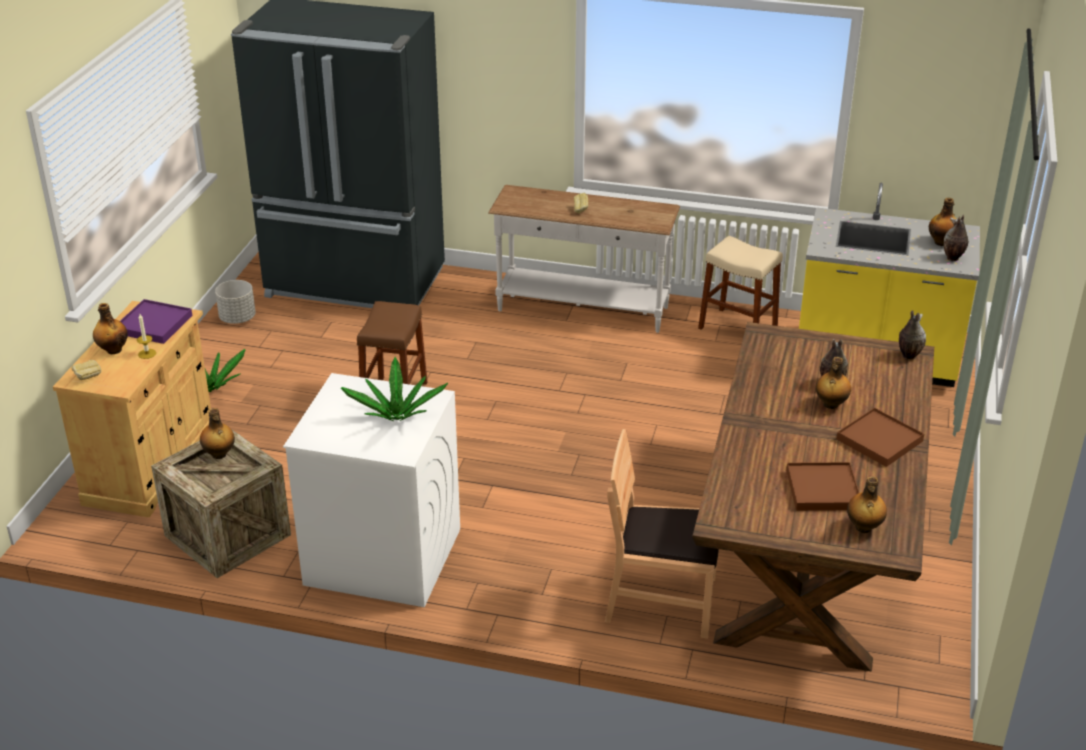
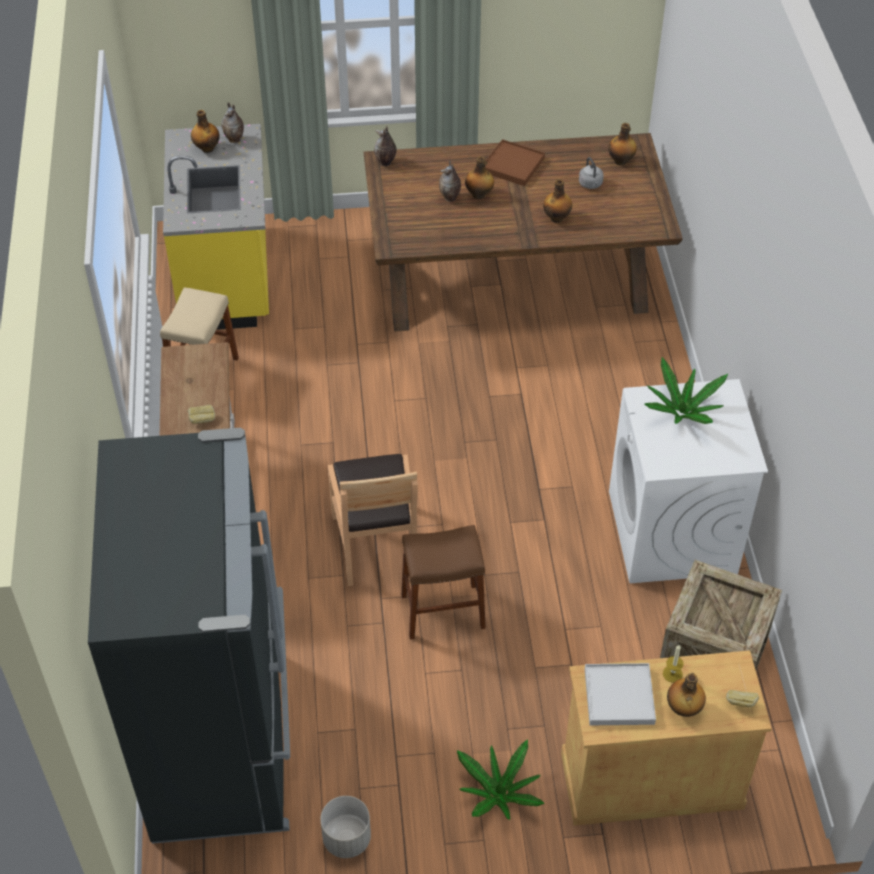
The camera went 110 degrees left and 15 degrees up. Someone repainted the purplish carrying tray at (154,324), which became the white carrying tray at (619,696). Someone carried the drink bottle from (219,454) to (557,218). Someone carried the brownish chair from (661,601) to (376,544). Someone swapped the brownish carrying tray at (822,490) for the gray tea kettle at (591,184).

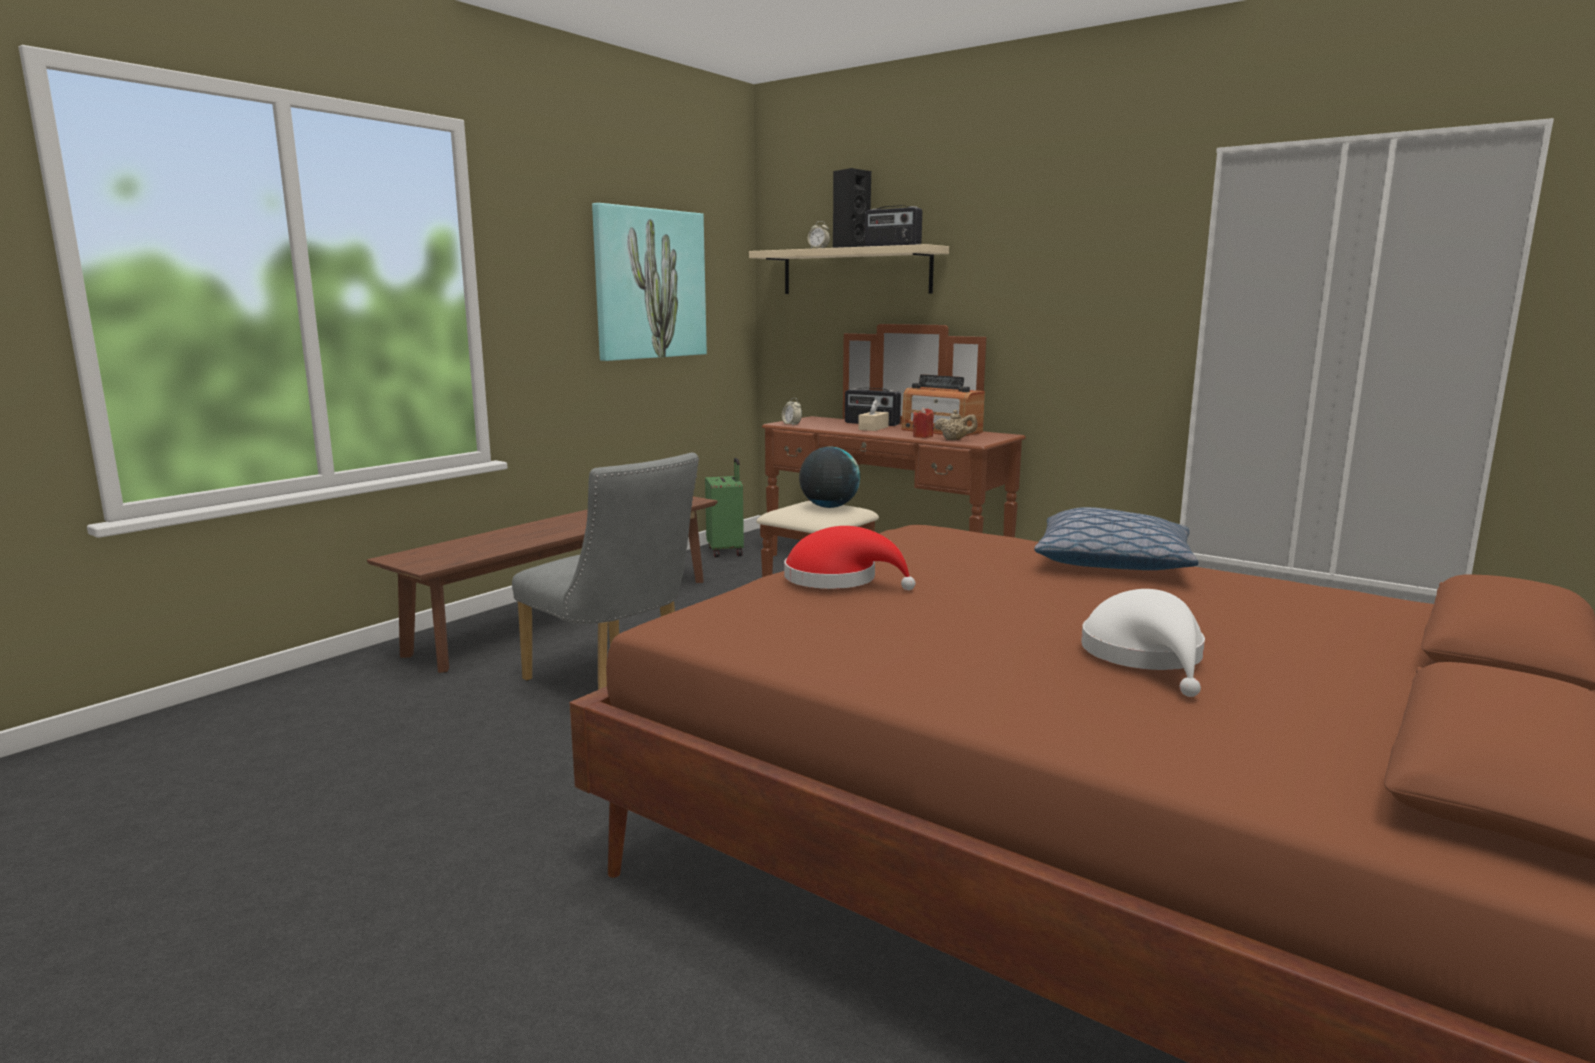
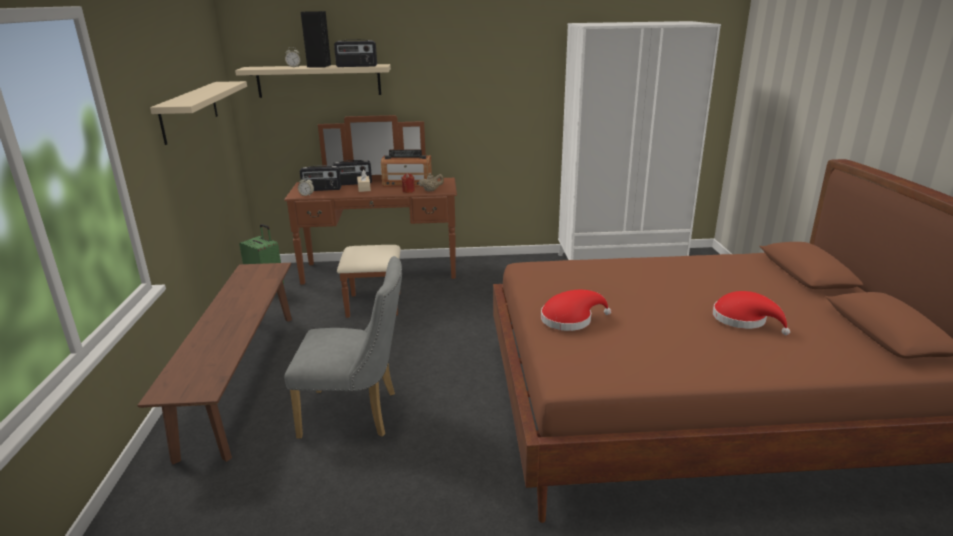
The camera went 40 degrees left and 10 degrees up. Someone swapped the picture at (649,284) for the beige bracket shelf at (190,111). Someone took away the desk globe at (829,507). Someone took away the throw pillow at (1113,562). Someone repainted the white clothing hat at (1146,657), which became the red clothing hat at (743,320). Someone put down the radio receiver at (322,189).

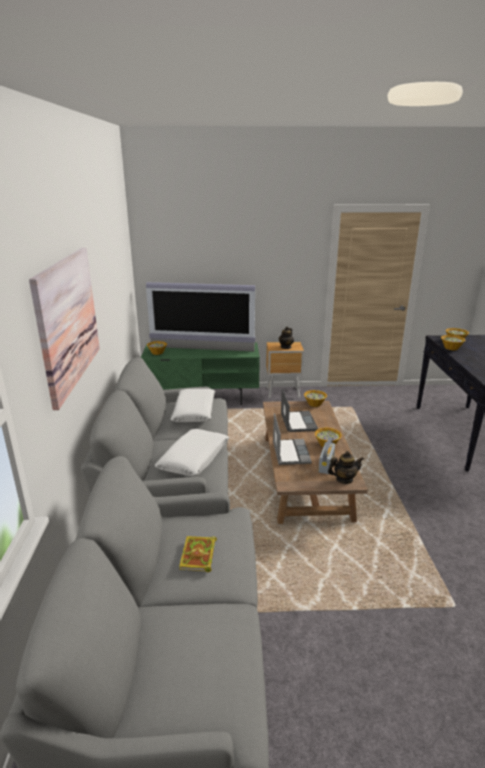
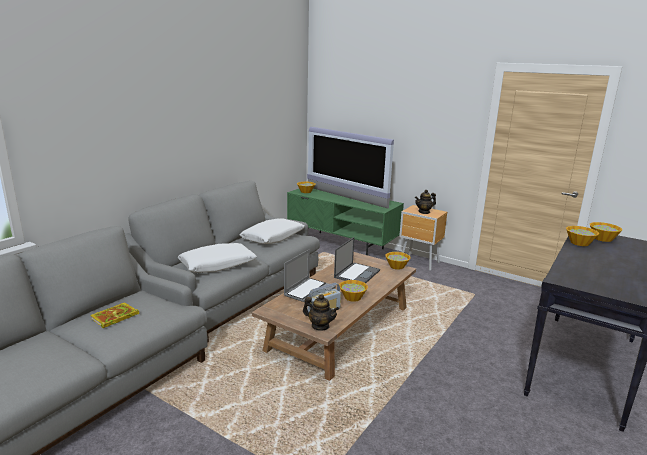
The camera went 35 degrees right and 5 degrees down. Someone took away the picture at (68,321).

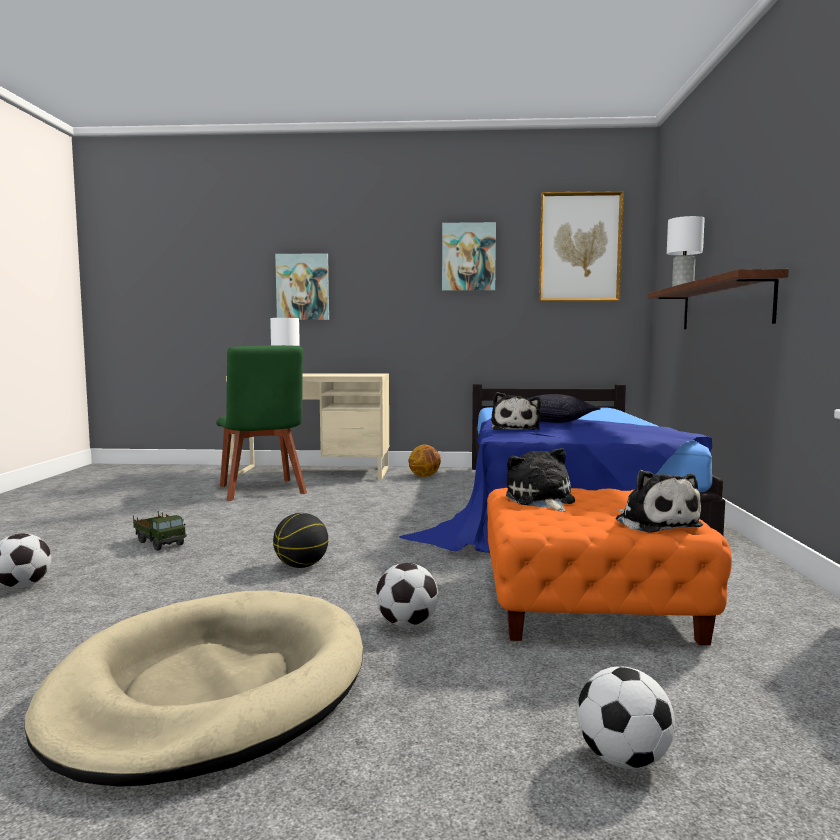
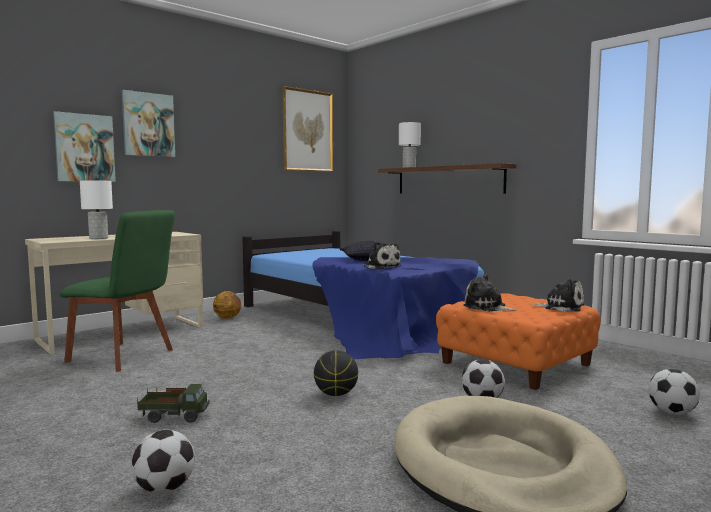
The camera went 45 degrees left and 0 degrees up. Someone carried the picture from (468,257) to (148,124).

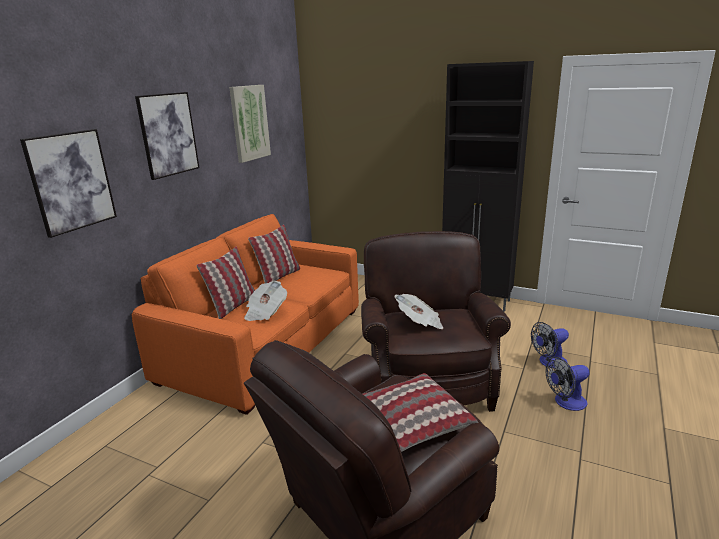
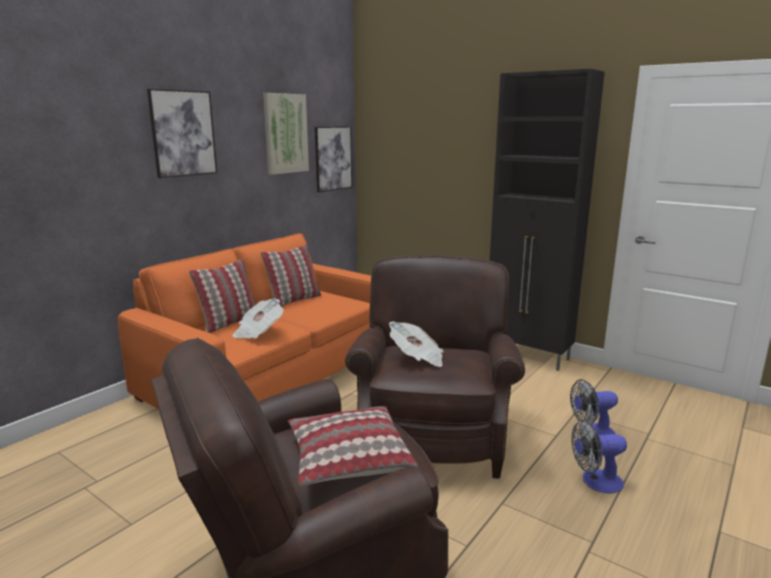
The camera went 10 degrees right and 5 degrees down. Someone carried the picture from (71,181) to (333,158).

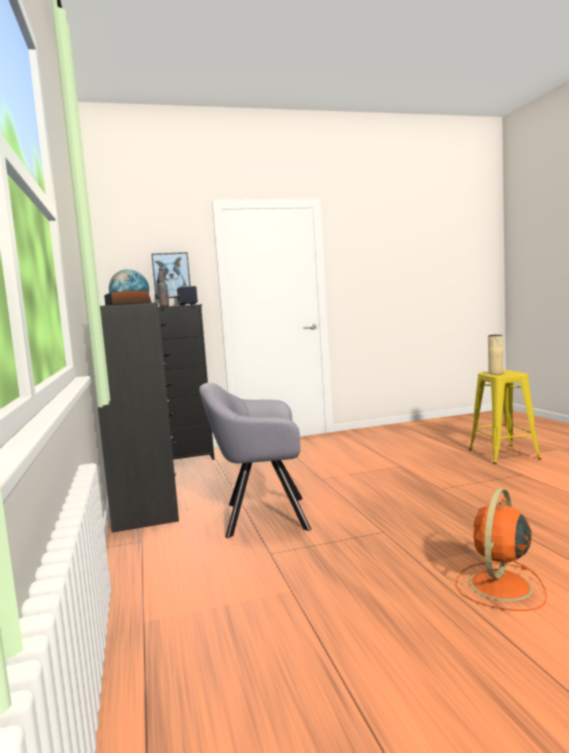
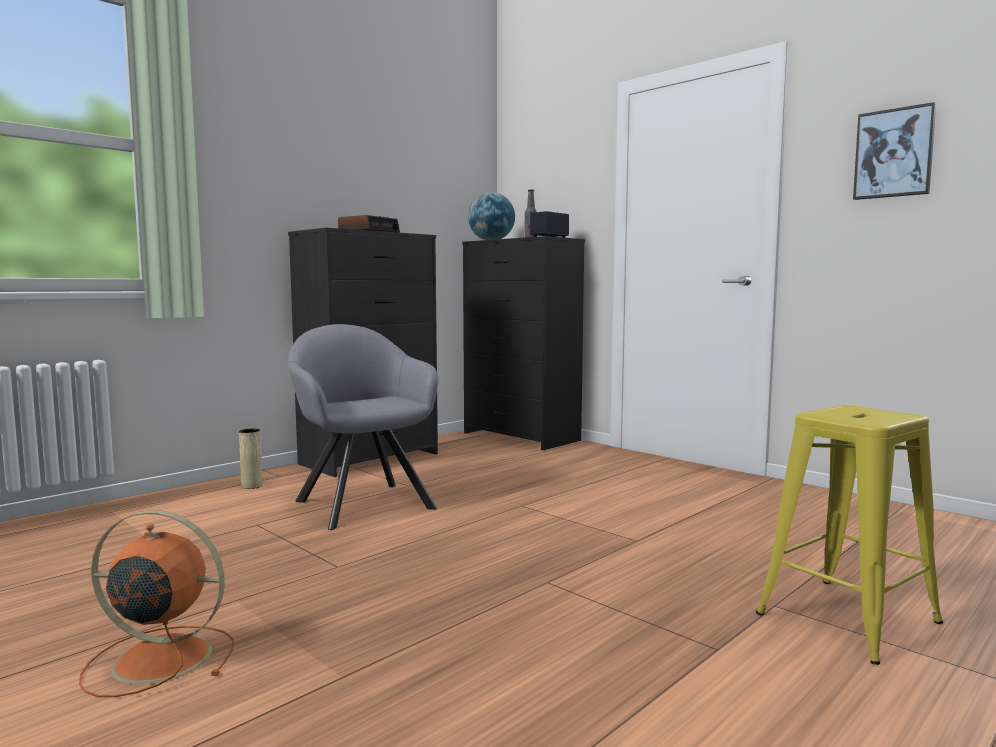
The camera went 60 degrees right and 0 degrees up. Someone carried the picture from (171,275) to (894,153). Someone carried the beige vase from (495,373) to (252,486).

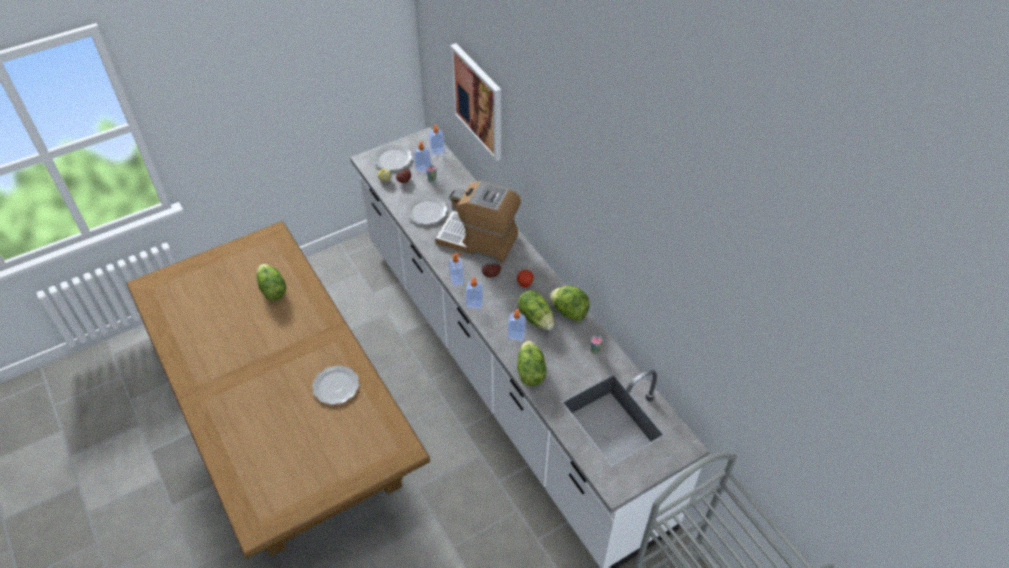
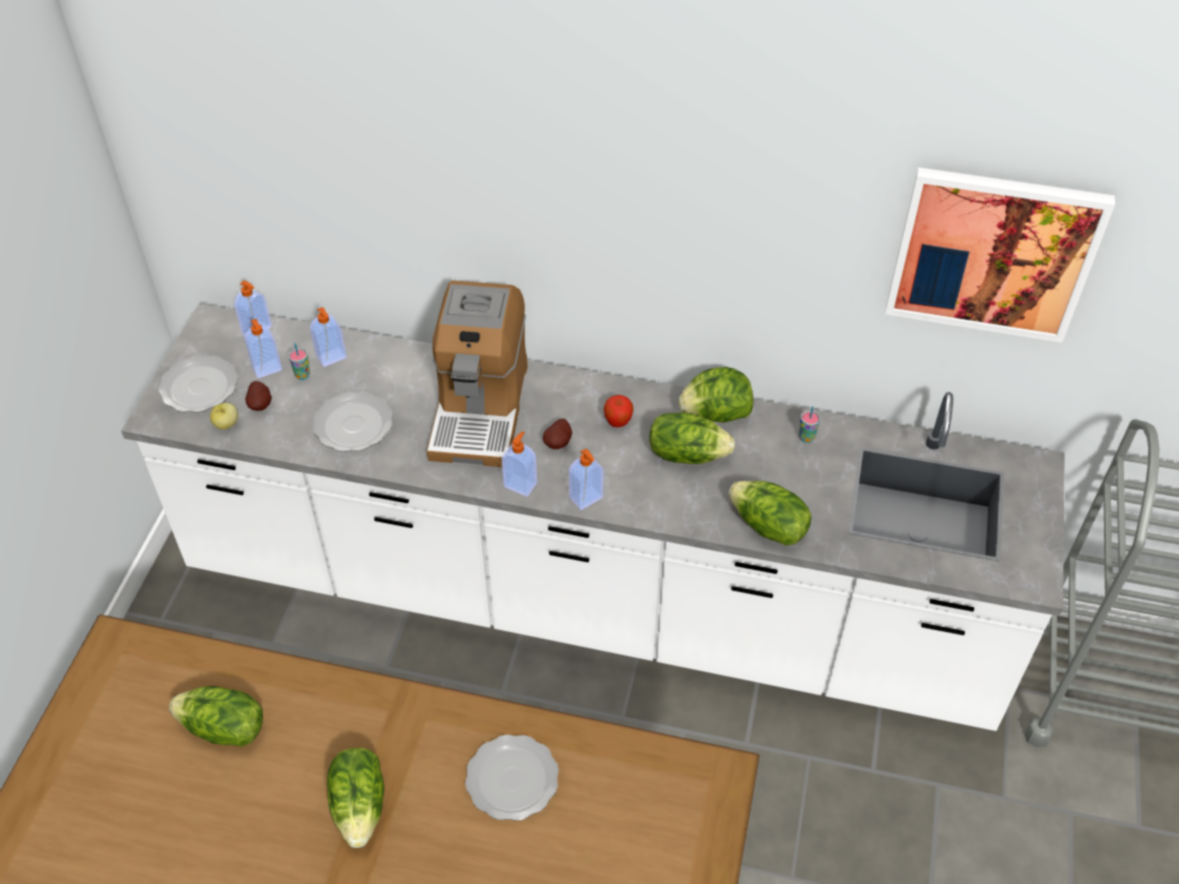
The camera went 45 degrees left and 0 degrees up. Someone carried the picture from (478,101) to (993,253). Someone rotated the coffee brewer at (478,240) by 60 degrees counterclockwise. Someone carried the soap bottle from (516,336) to (332,357). Someone put down the head of lettuce at (361,806).

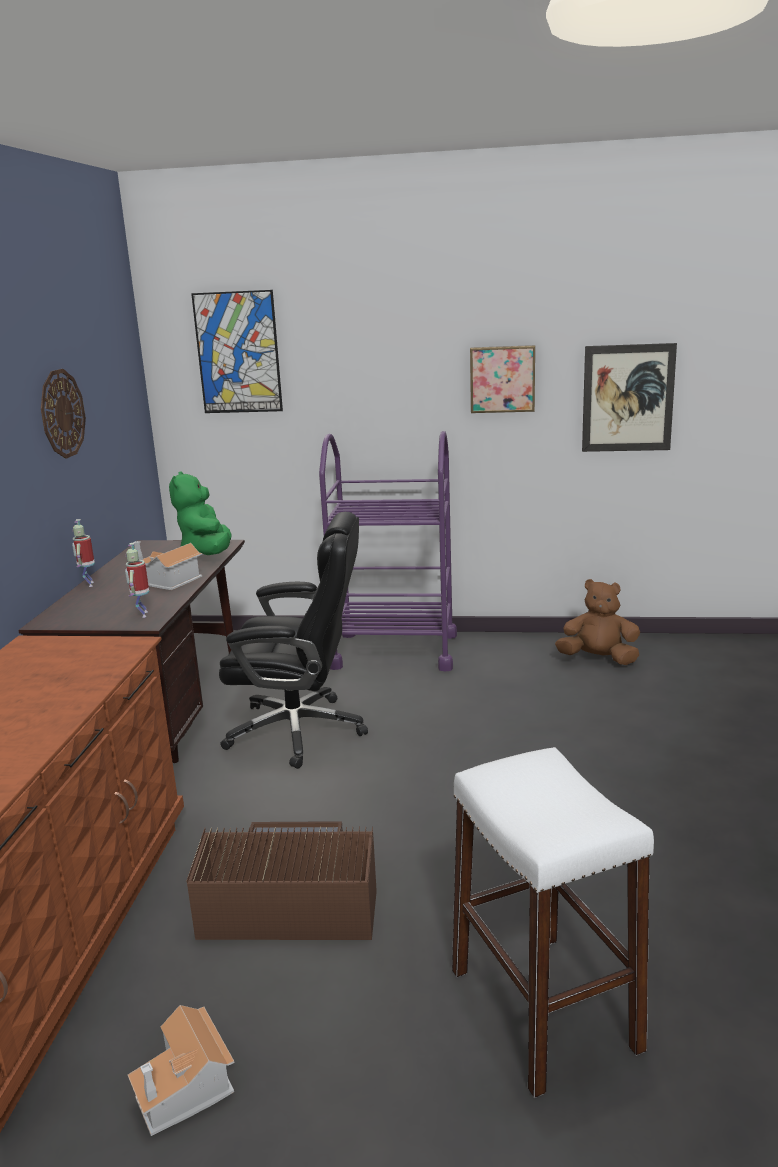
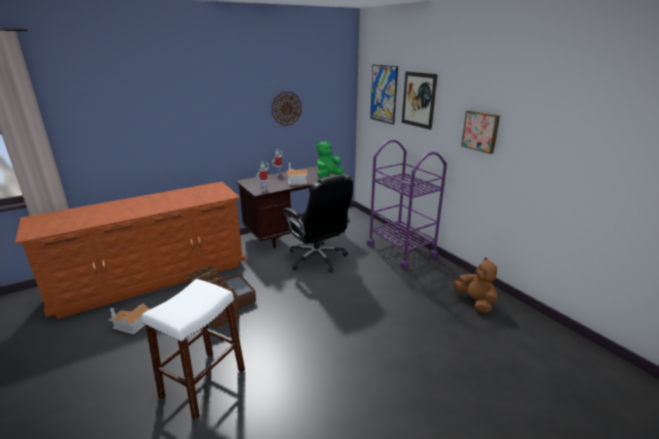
The camera went 50 degrees right and 5 degrees up. Someone carried the picture from (628,398) to (418,100).

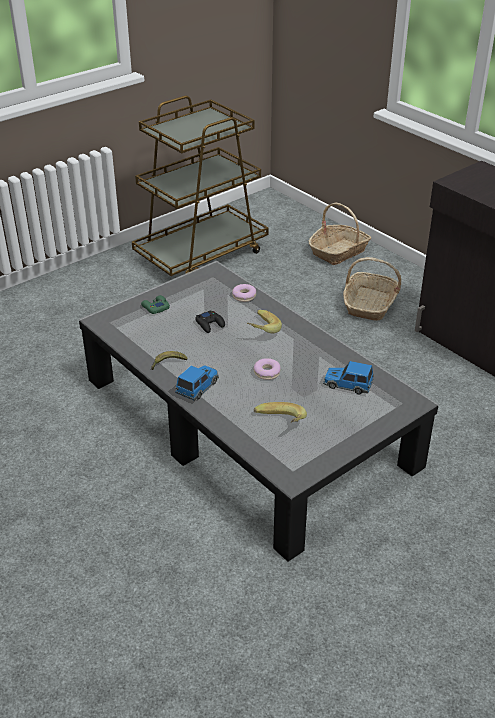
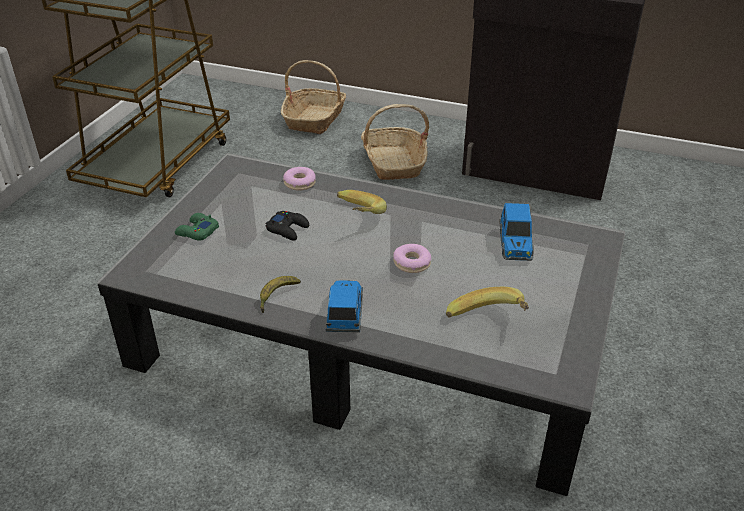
The camera went 30 degrees left and 0 degrees up. Someone rotated the model car at (347,385) by 75 degrees counterclockwise.

